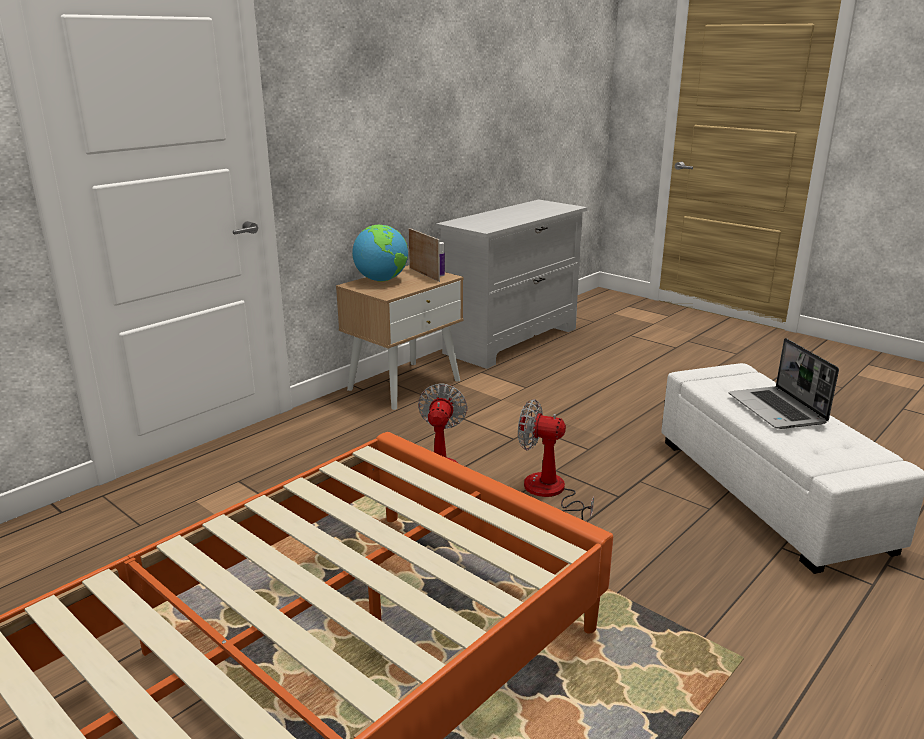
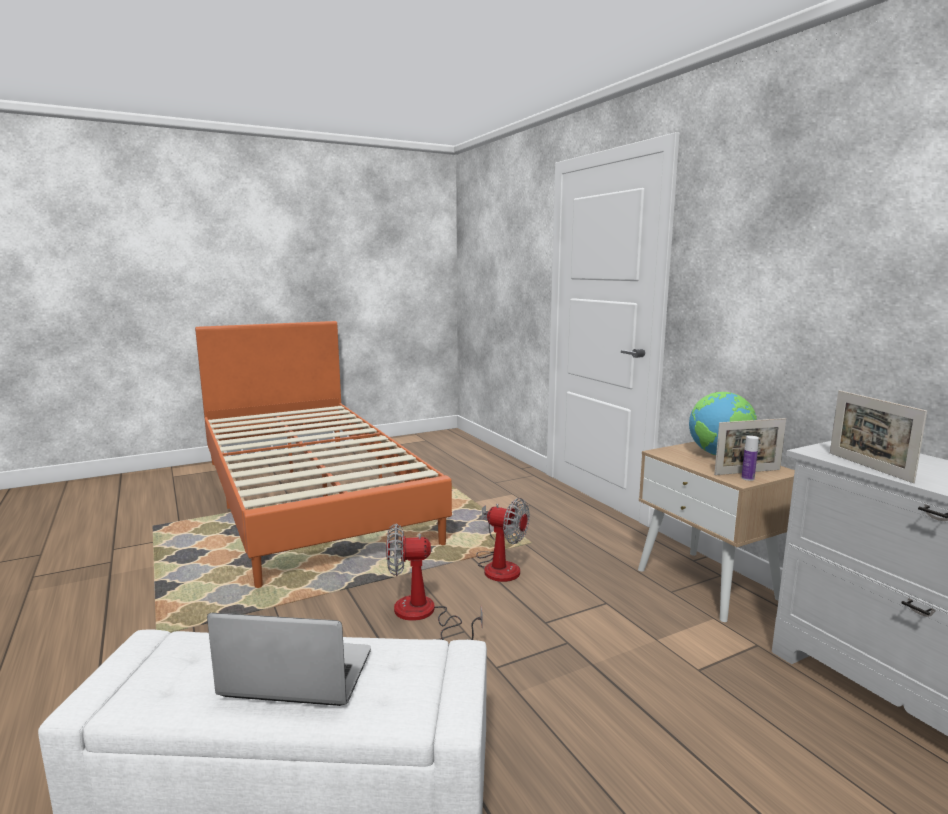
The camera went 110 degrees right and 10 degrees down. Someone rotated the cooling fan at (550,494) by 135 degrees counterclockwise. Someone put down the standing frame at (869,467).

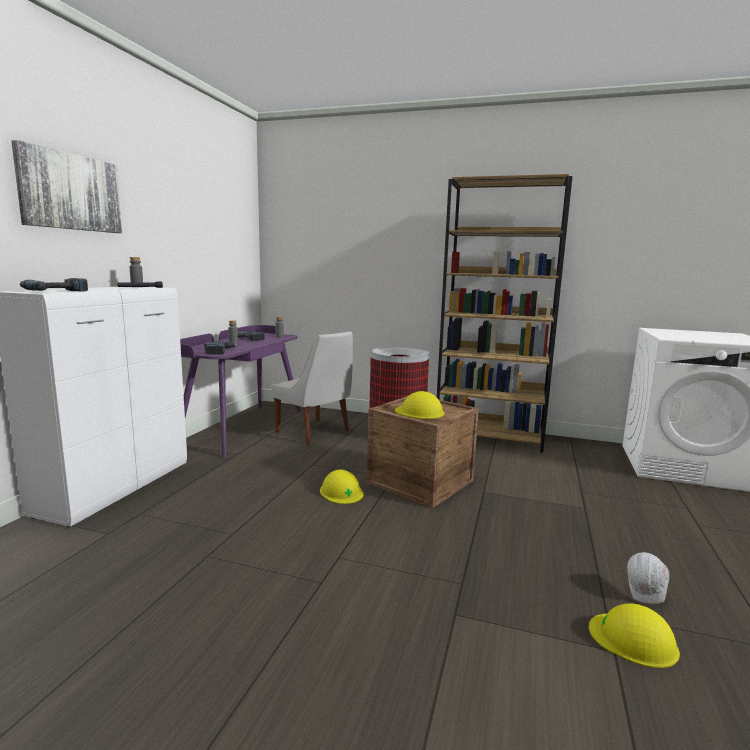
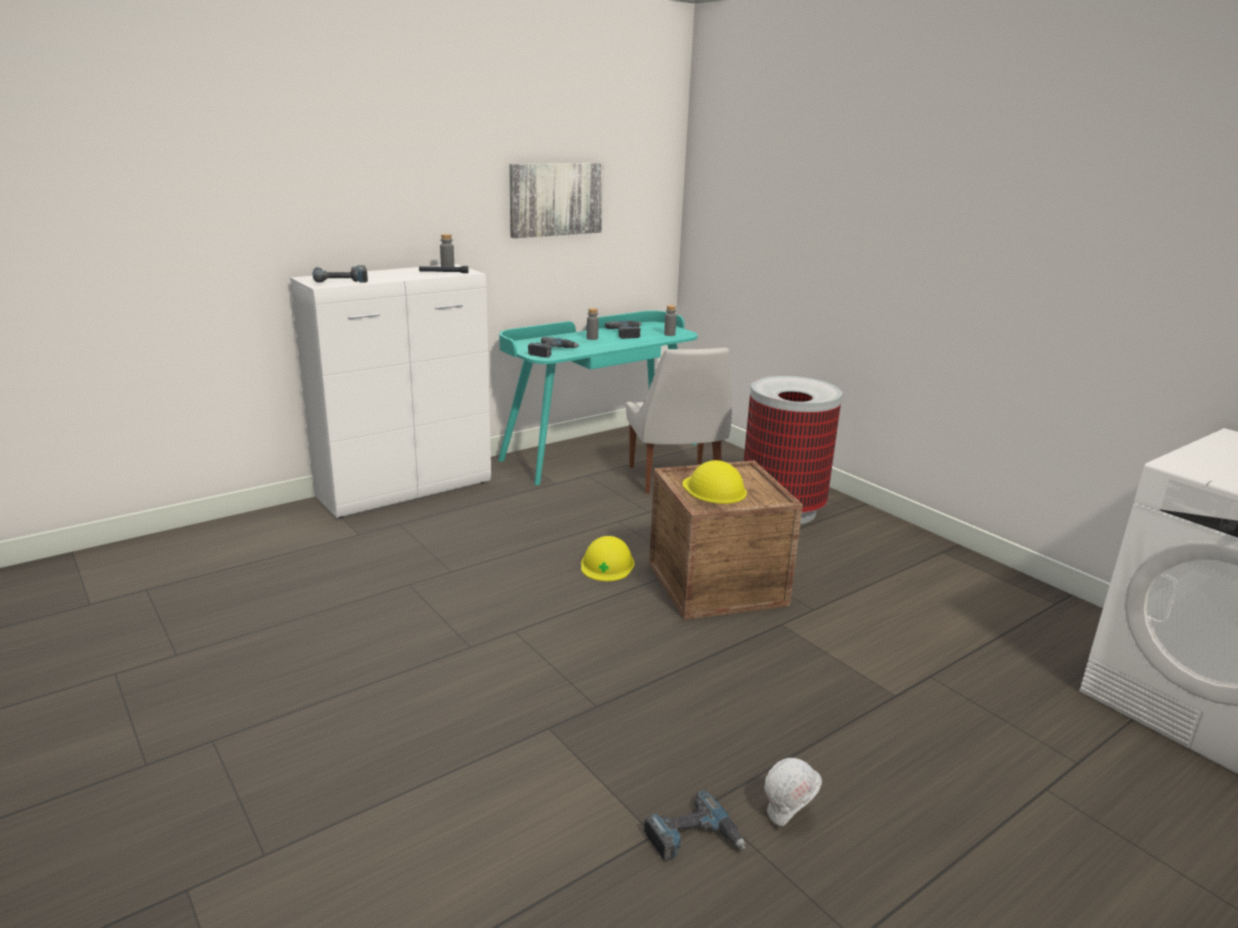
The camera went 35 degrees right and 10 degrees up. Someone carried the picture from (70,192) to (555,199). Someone took away the brownish bookshelf at (490,436). Someone repainted the purplish desk unit at (243,428), which became the turquoise-coloured desk unit at (599,451). Someone swapped the yellow hard hat at (633,639) for the drill at (693,838).

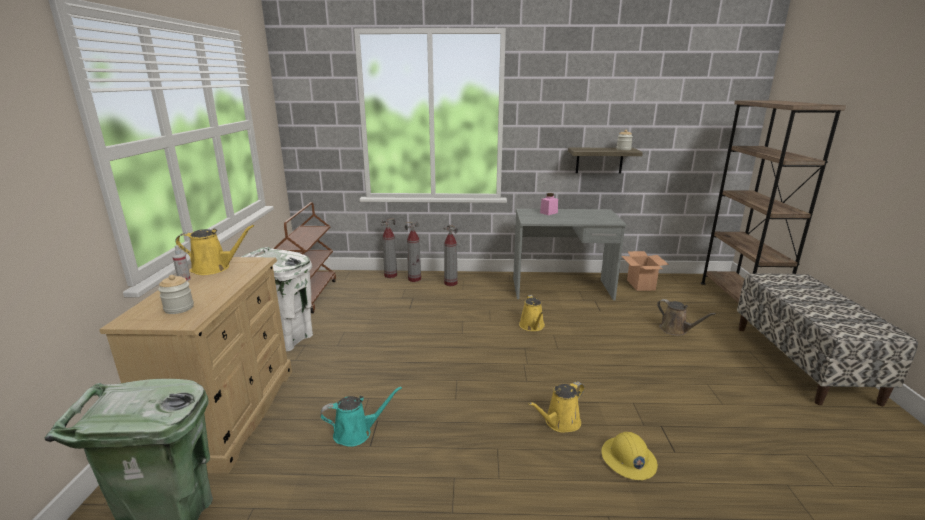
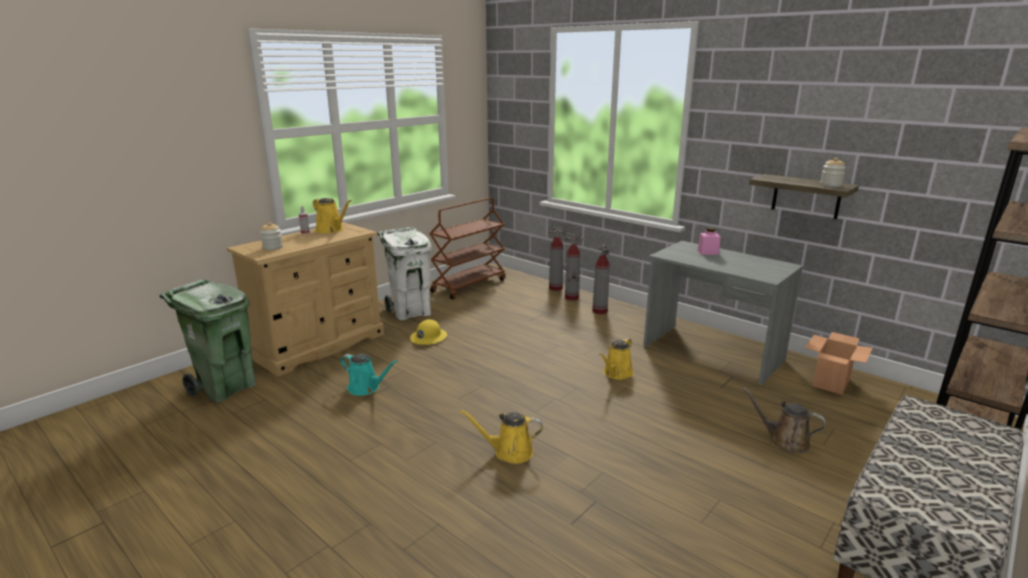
The camera went 40 degrees right and 0 degrees up. Someone rotated the brownish watering can at (675,330) by 120 degrees clockwise. Someone carried the yellow hard hat from (628,459) to (428,337).

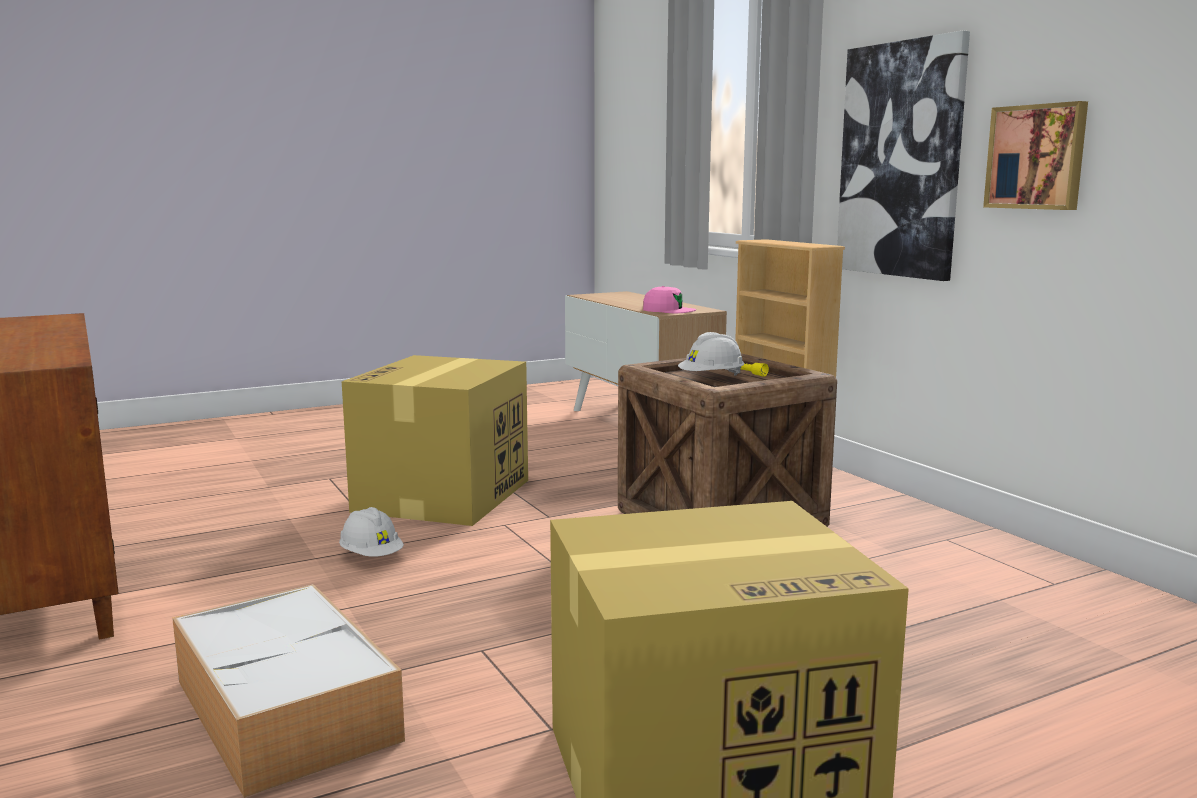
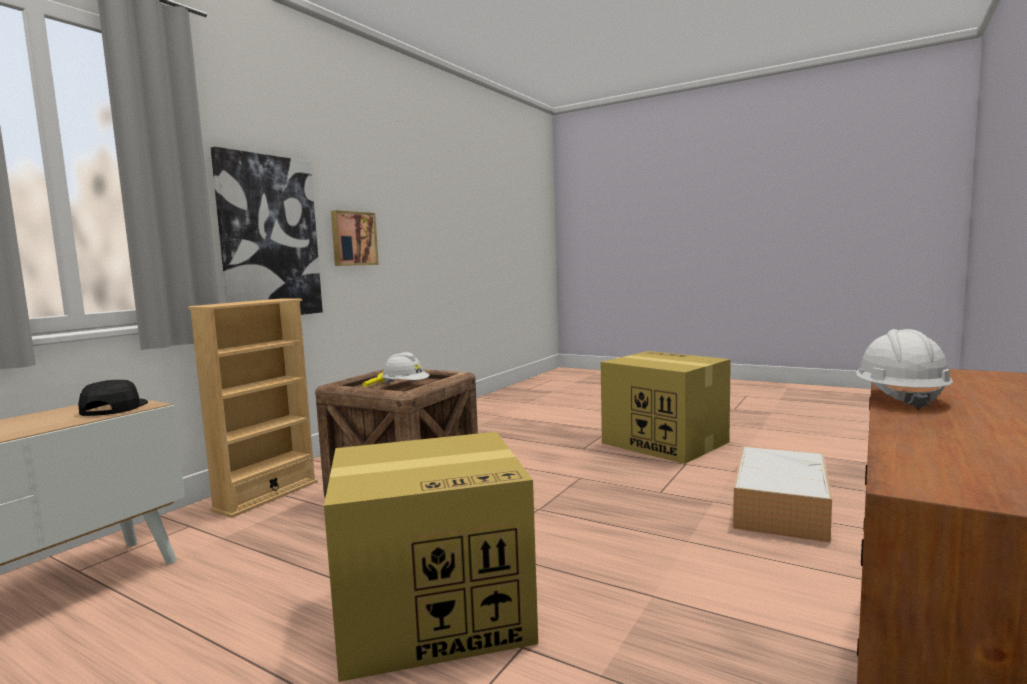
The camera went 120 degrees left and 5 degrees down. Someone repainted the pink baseball cap at (668,310), which became the black-coloured baseball cap at (114,408). Someone carried the white hard hat from (371,556) to (899,398).

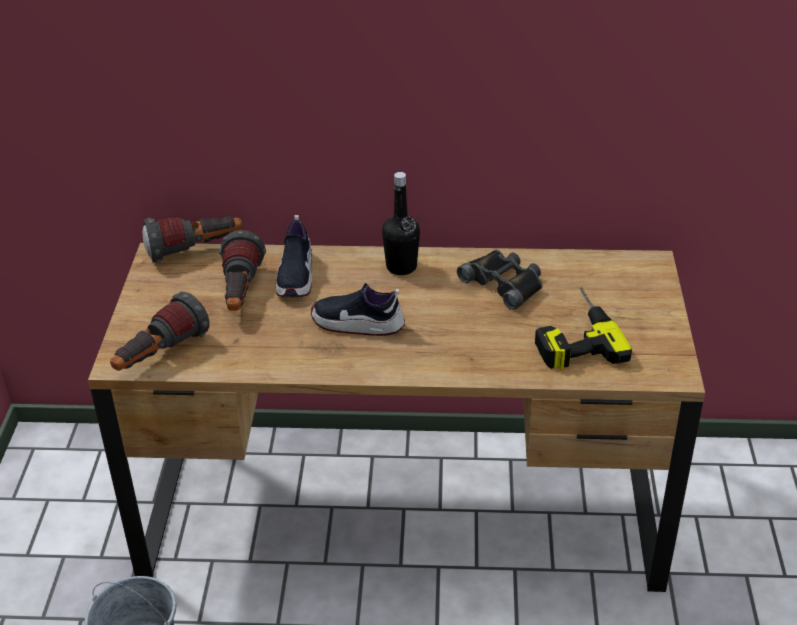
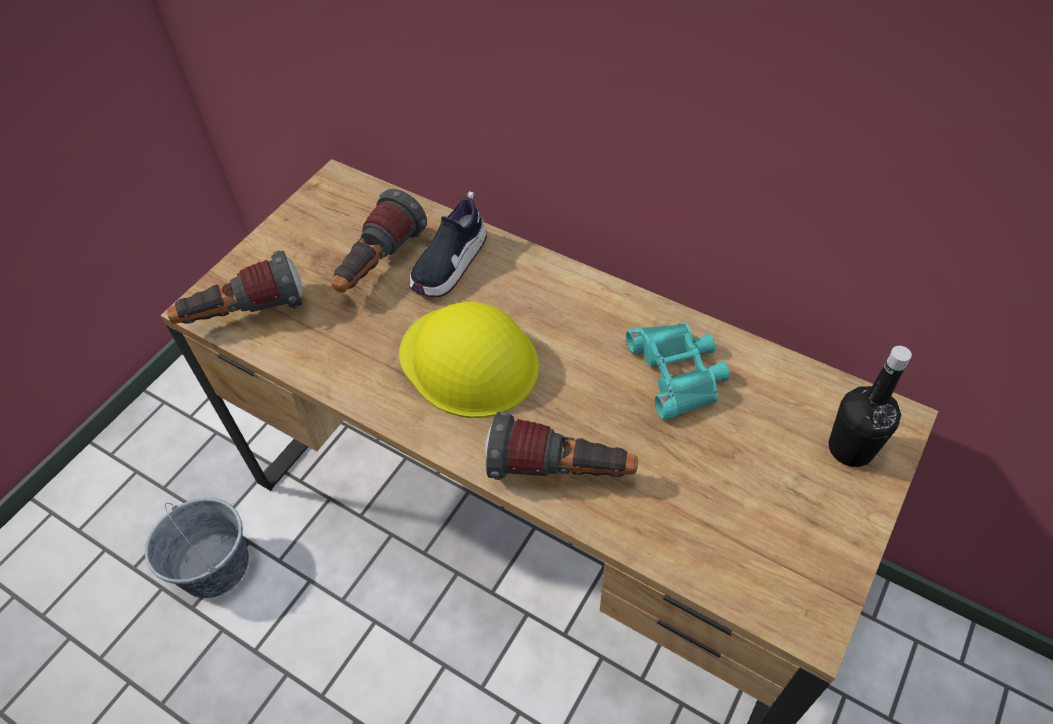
The camera went 30 degrees right and 15 degrees up. Someone carried the black-coloured drink bottle from (401,267) to (850,448). Someone carried the hand torch from (195,251) to (560,471). Someone repainted the black-coloured binoculars at (504,283), which became the turquoise-coloured binoculars at (678,372). Someone swapped the low shoe at (358,324) for the yellow hard hat at (469,360). Someone took away the drill at (572,335).

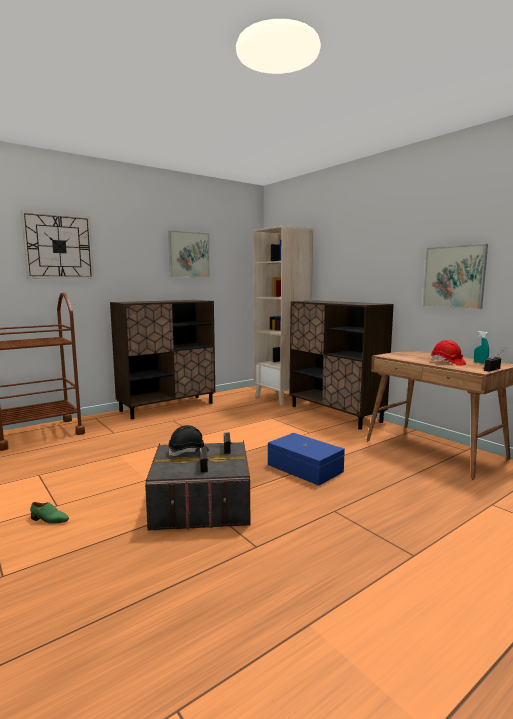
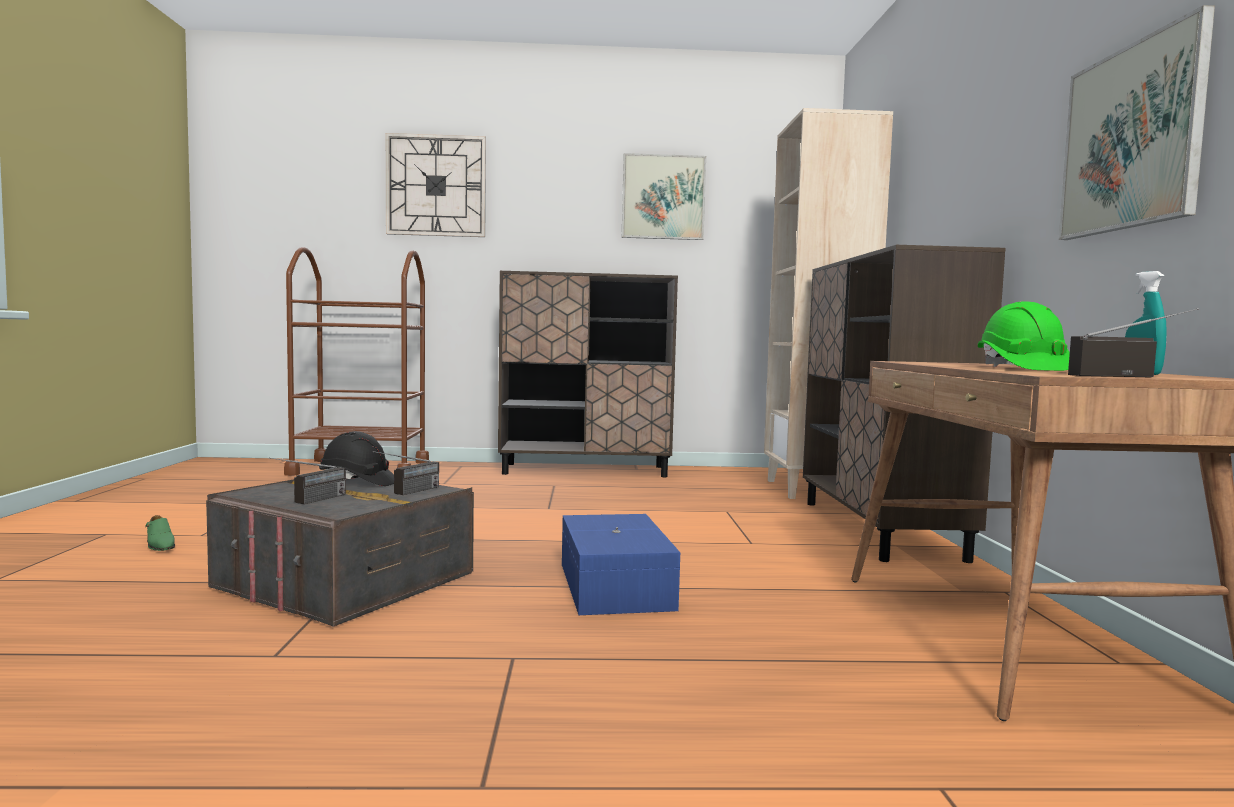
The camera went 35 degrees right and 5 degrees down. Someone repainted the red hard hat at (447,363), which became the green hard hat at (1021,369).

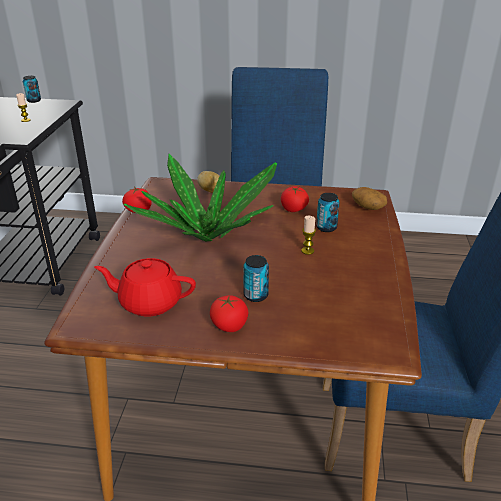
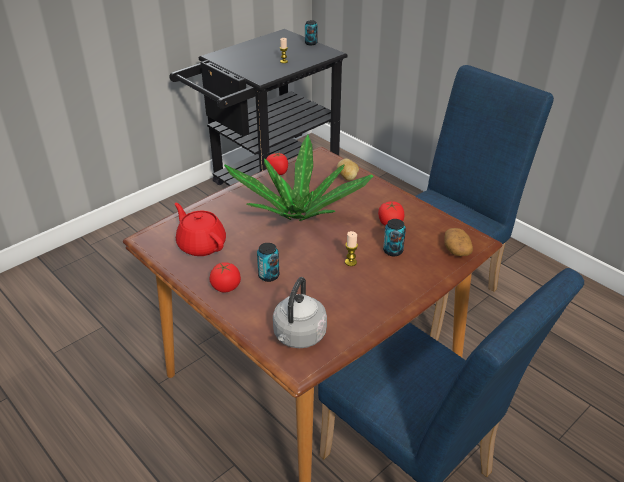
The camera went 40 degrees right and 5 degrees up. Someone put down the gray tea kettle at (298,336).

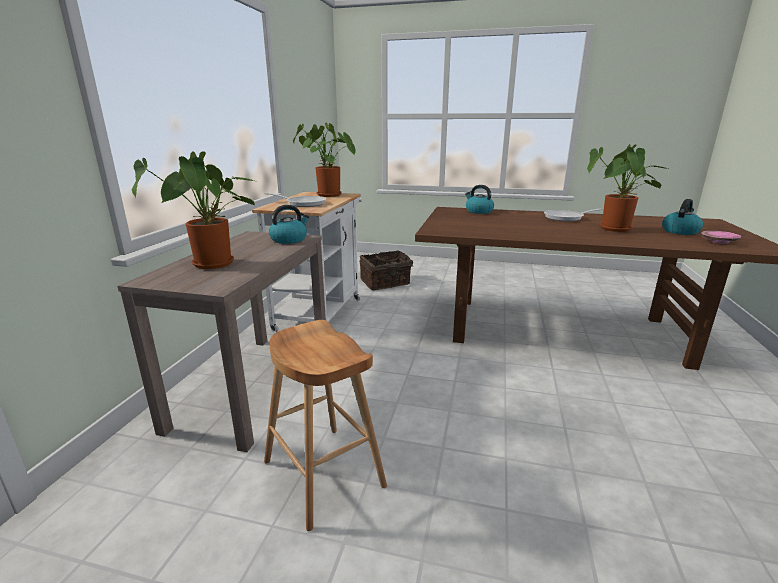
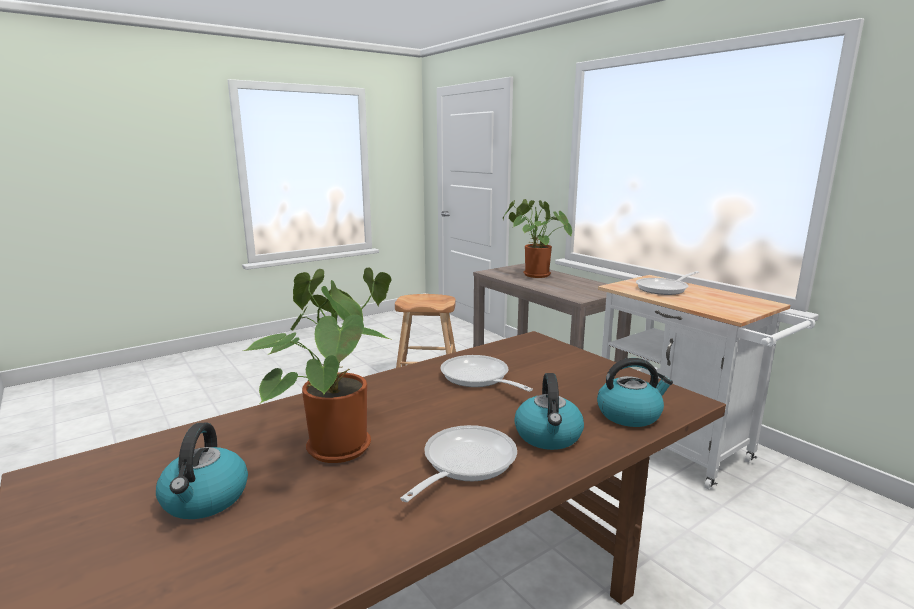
The camera went 130 degrees right and 5 degrees down. Someone took away the potted plant at (326,195). Someone carried the tea kettle from (289,239) to (548,436). Someone took away the pink dinner plate at (718,241). Someone took away the storage basket at (385,282). Someone put down the skillet at (478,378).

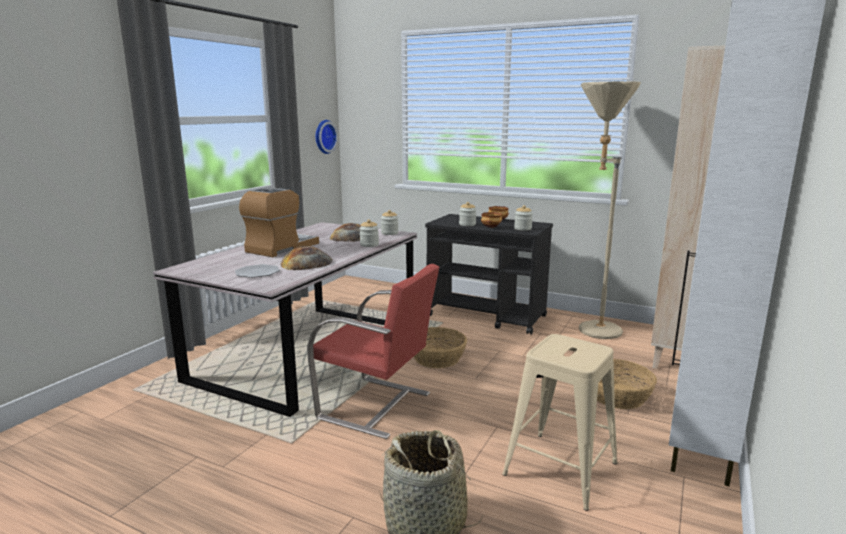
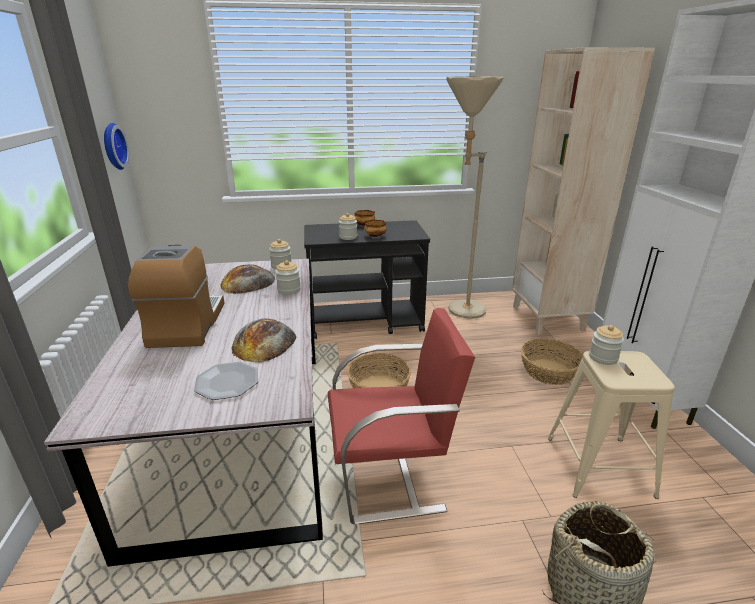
The camera went 35 degrees left and 10 degrees up. Someone carried the preserve jar from (522,228) to (603,358).

